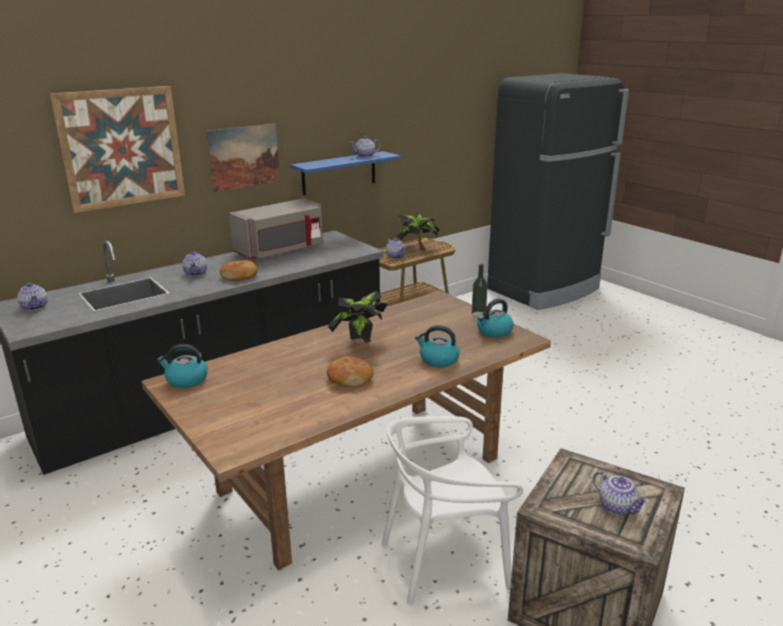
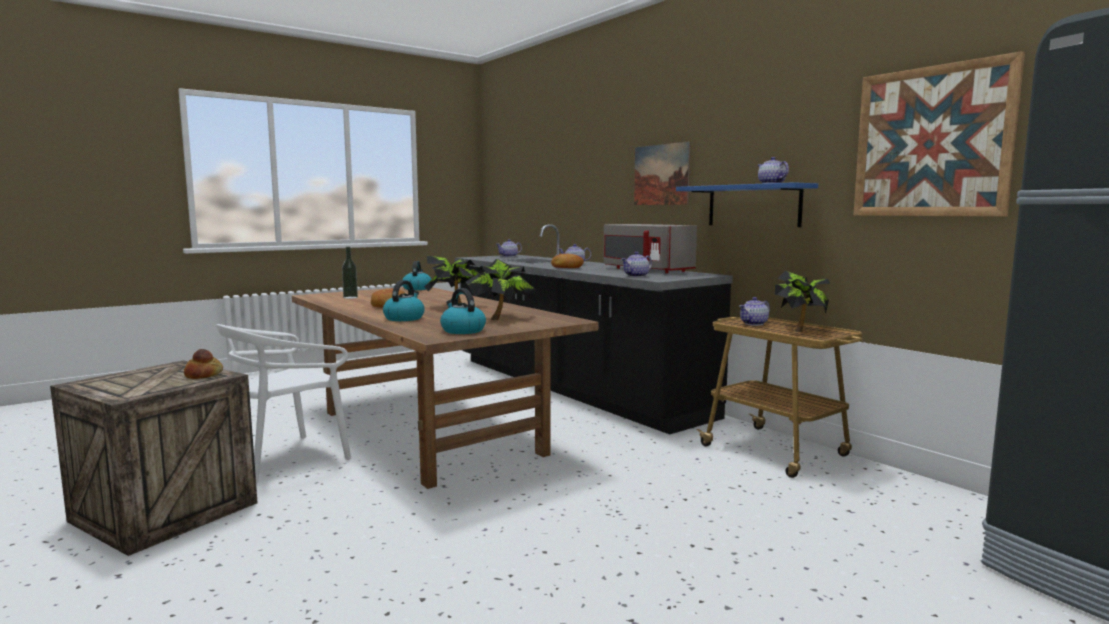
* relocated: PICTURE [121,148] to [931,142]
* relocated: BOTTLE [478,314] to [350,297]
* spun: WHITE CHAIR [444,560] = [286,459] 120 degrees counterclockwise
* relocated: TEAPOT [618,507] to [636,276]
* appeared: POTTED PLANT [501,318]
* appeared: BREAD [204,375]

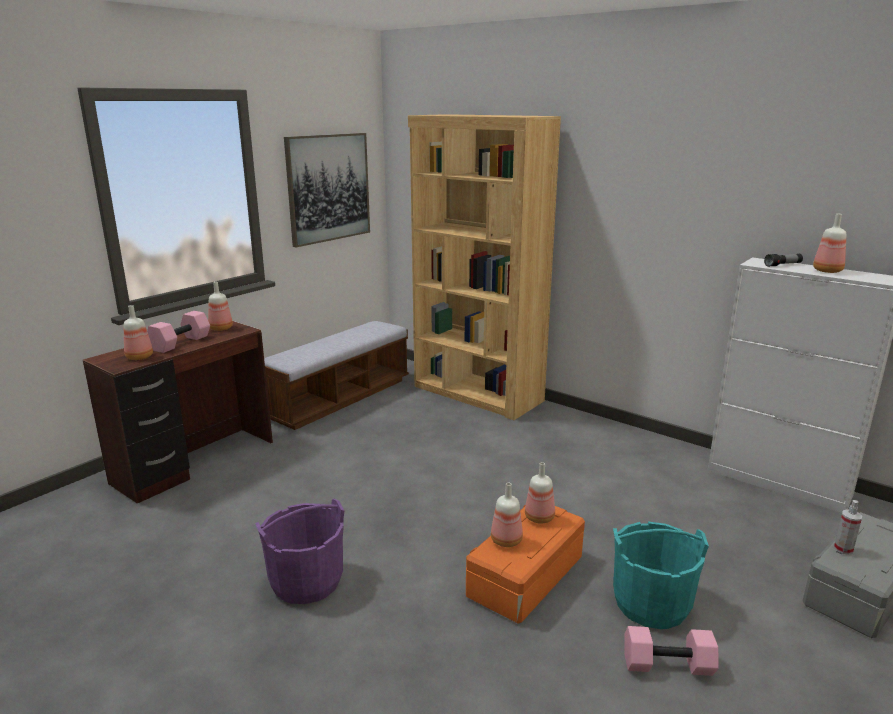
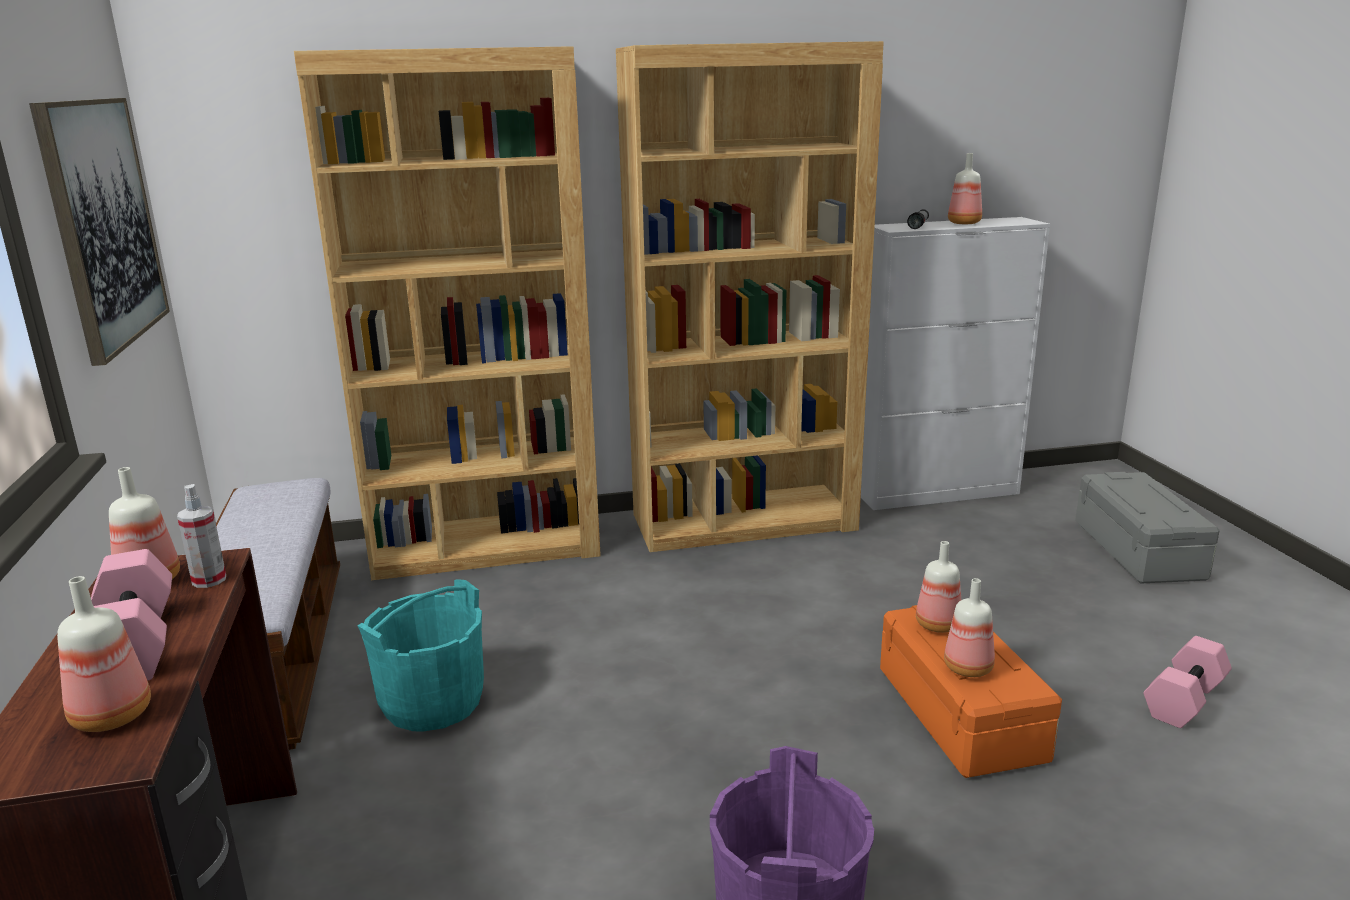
* relocated: SPRAY BOTTLE [843,549] to [209,580]
* relocated: TURQUOISE BUCKET [651,603] to [432,702]
* appeared: BROWN BOOKCASE [744,522]

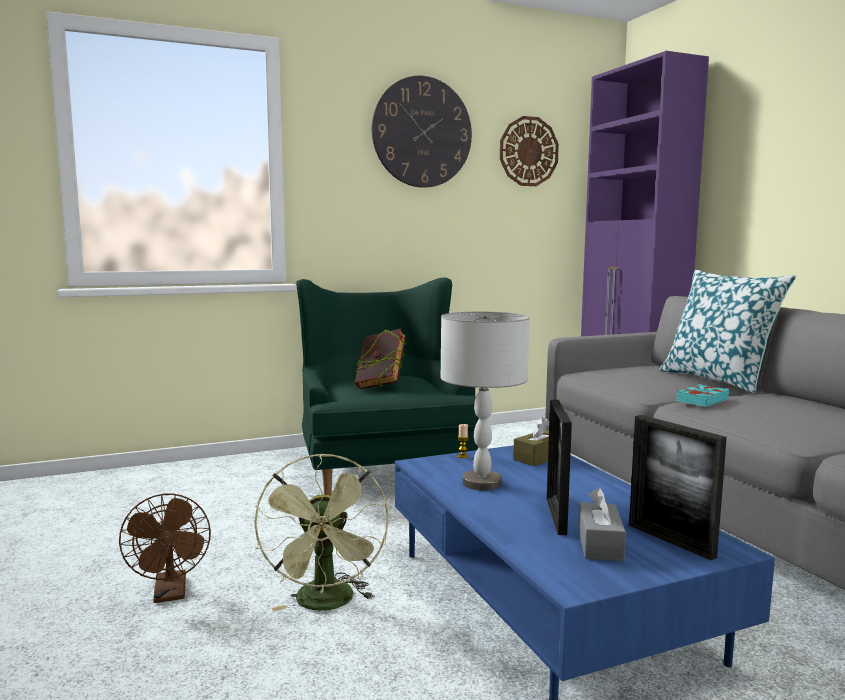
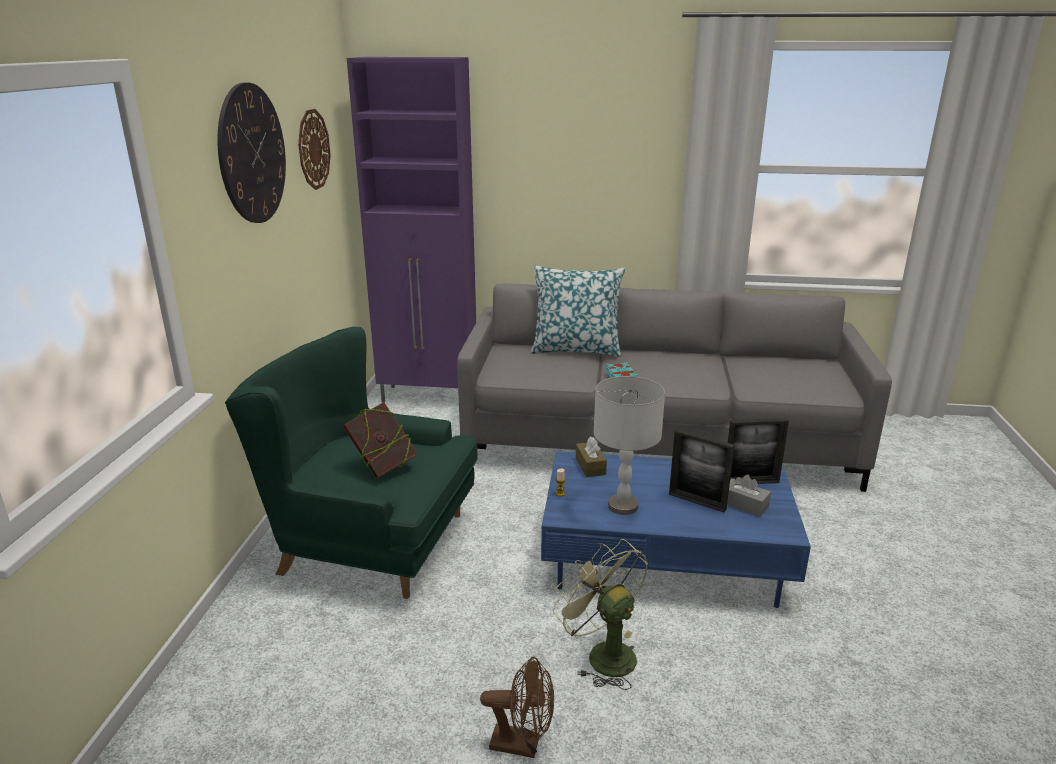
* spun: GREEN FAN [327,604] = [603,654] 150 degrees counterclockwise

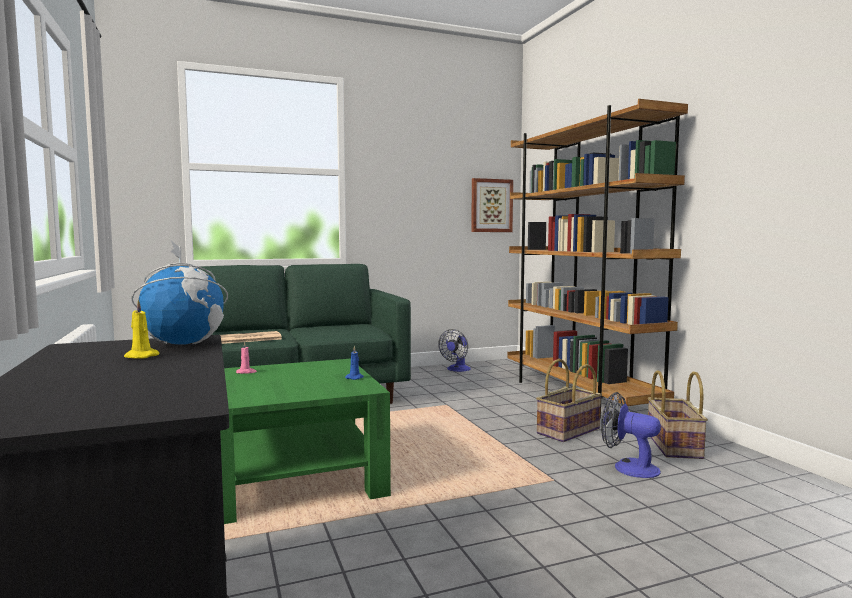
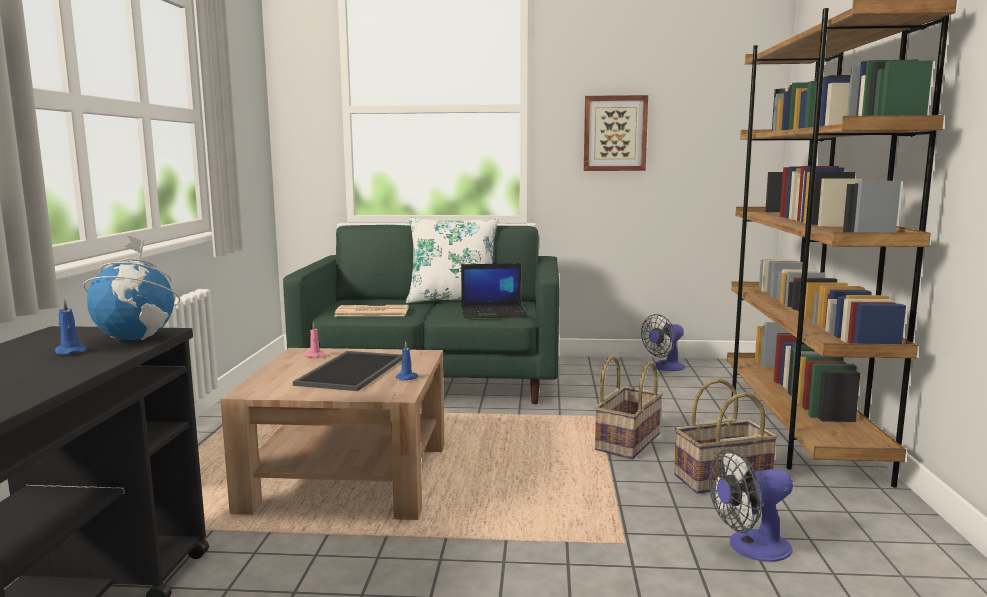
* relocated: PICTURE [491,205] to [615,133]
* colour: YELLOW CANDLE [140,356] to BLUE CANDLE [70,351]
* colour: GREEN COFFEE TABLE [293,477] to BROWN COFFEE TABLE [348,477]
* relocated: BASKET [672,445] to [626,442]
* spun: FAN [628,467] = [750,547] 75 degrees counterclockwise
* appeared: WHITE PILLOW [453,300]
* appeared: LAPTOP [494,313]
* appeared: TRAY [350,370]

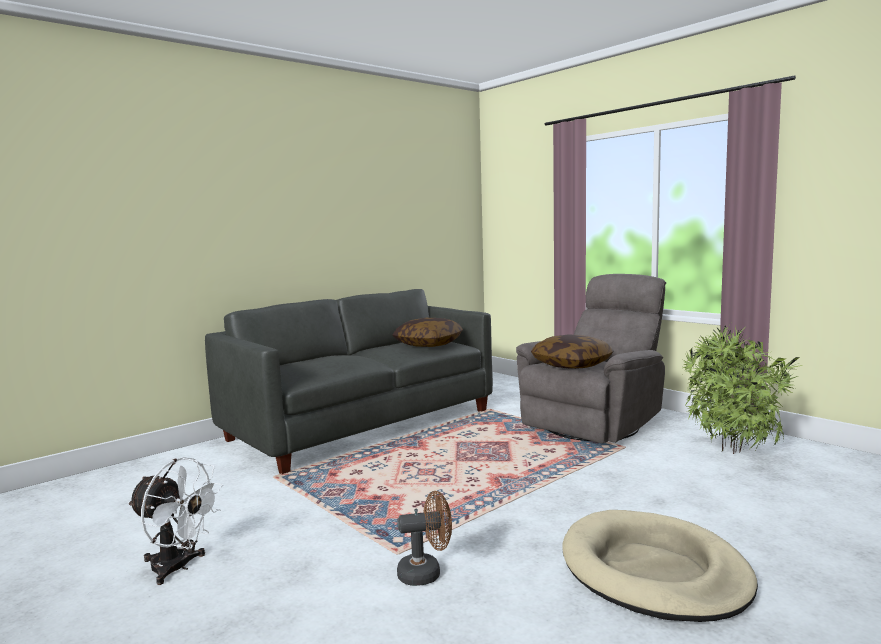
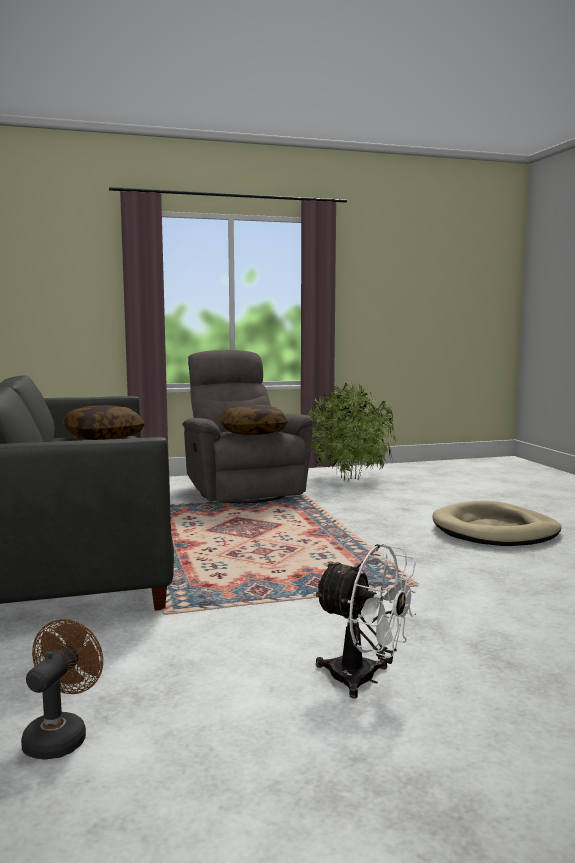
* spun: WHITE FAN [178,568] = [364,680] 75 degrees clockwise
* relocated: BROWN FAN [426,573] to [60,736]

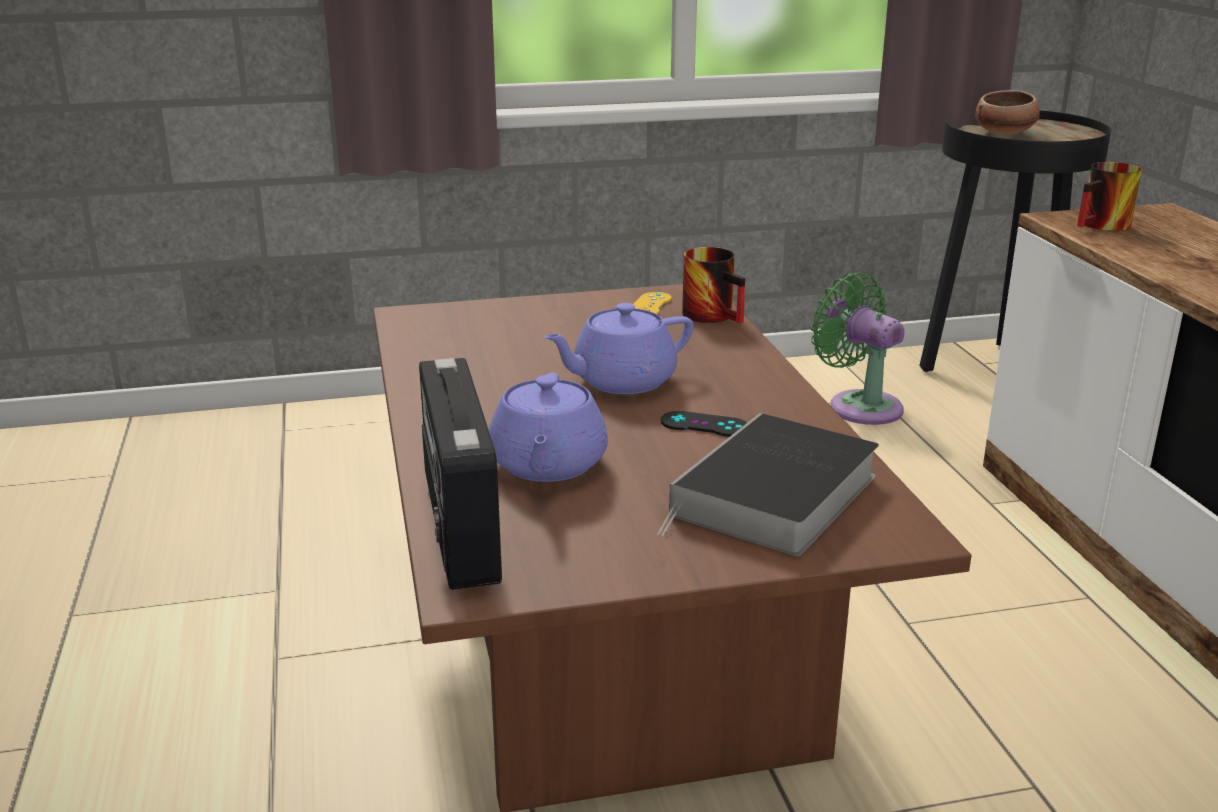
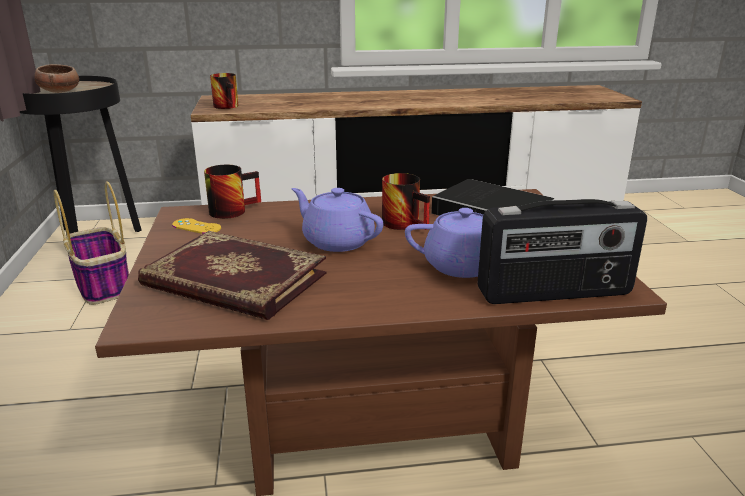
* exchanged: GREEN FAN [859,406] to BASKET [103,285]
* spun: PURPLE TEAPOT [621,381] = [337,241] 150 degrees clockwise
* exchanged: BLACK GAME CONTROLLER [704,425] to MUG [407,223]
* appeared: BOOK [233,281]

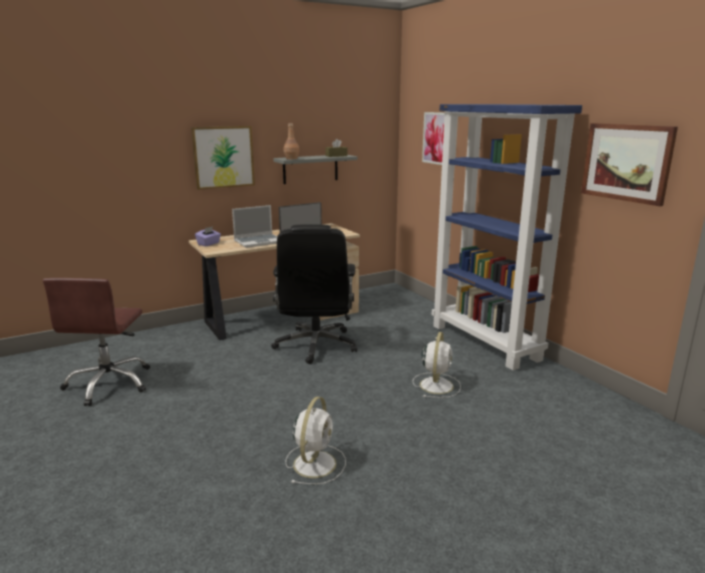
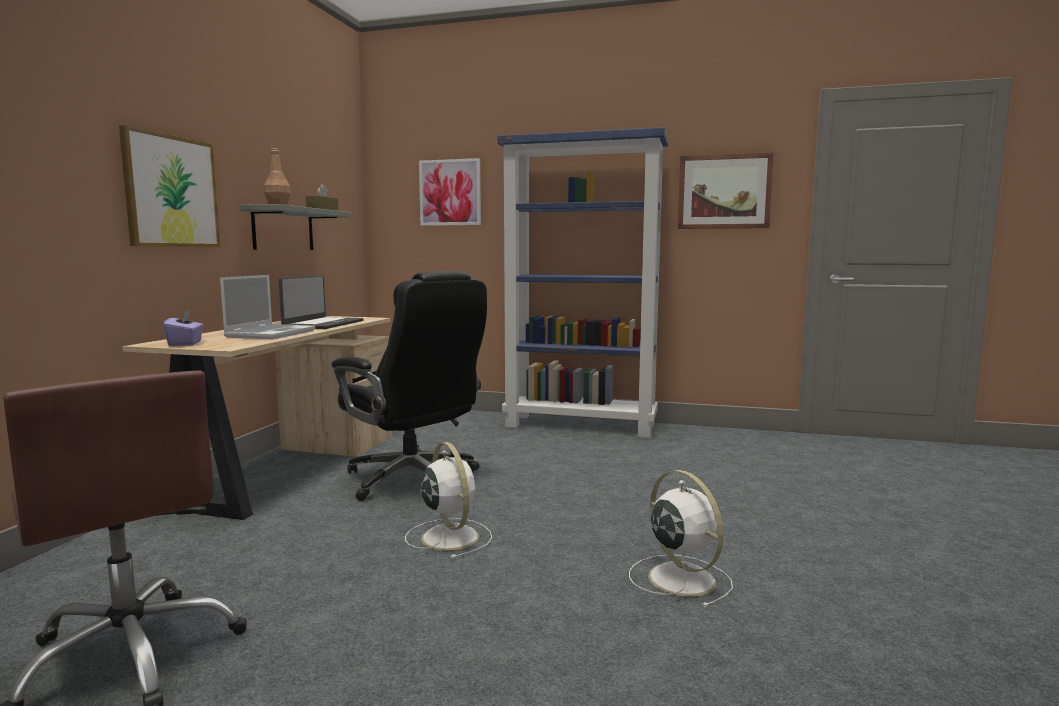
* relocated: WHITE FAN [436,385] to [449,536]

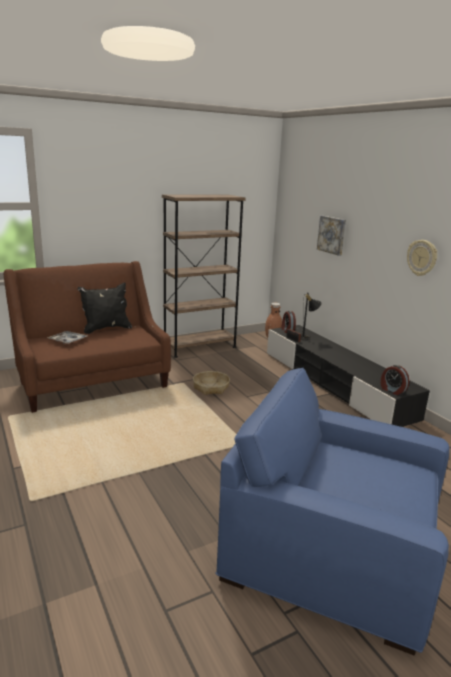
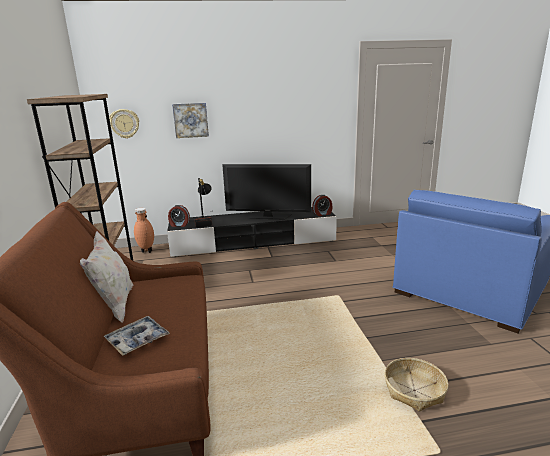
* relocated: WALL CLOCK [422,258] to [124,123]
* colour: BLACK PILLOW [106,329] to WHITE PILLOW [114,306]
* relocated: BASKET [211,387] to [414,390]
* appeared: TELEVISION [268,216]

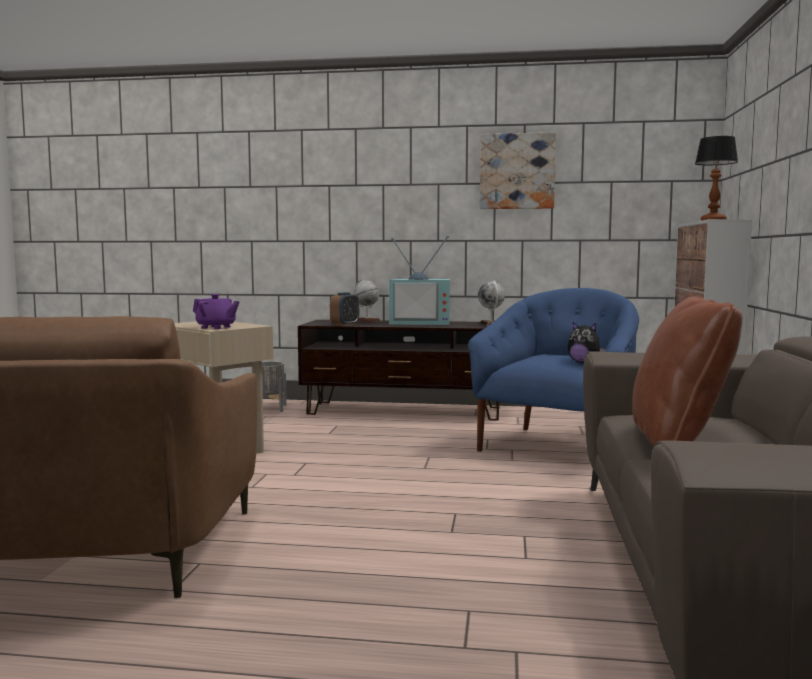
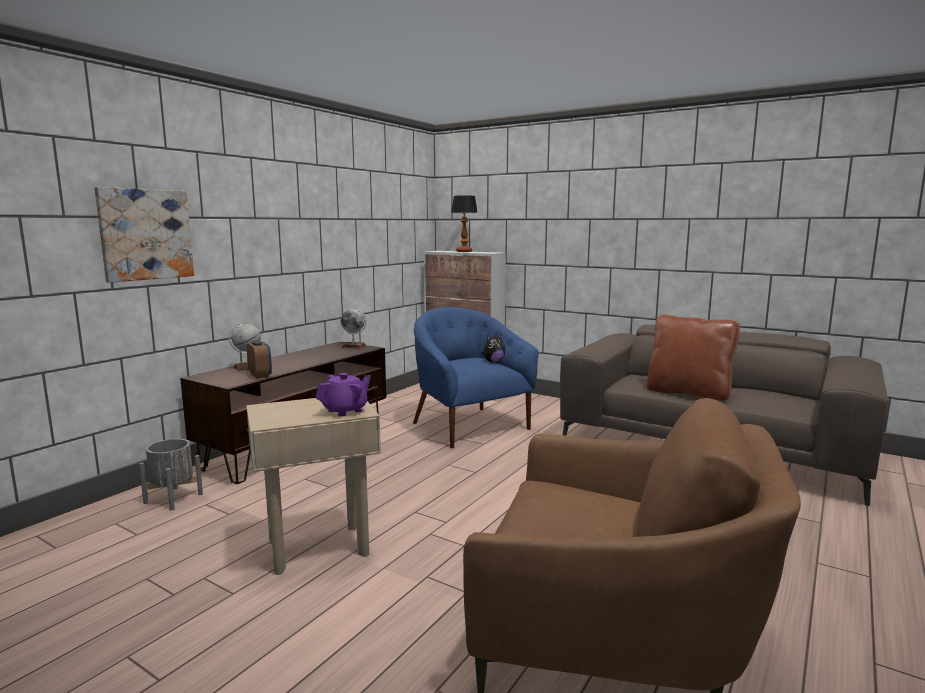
* relocated: PICTURE [517,171] to [145,234]
* missing: TELEVISION [420,323]

